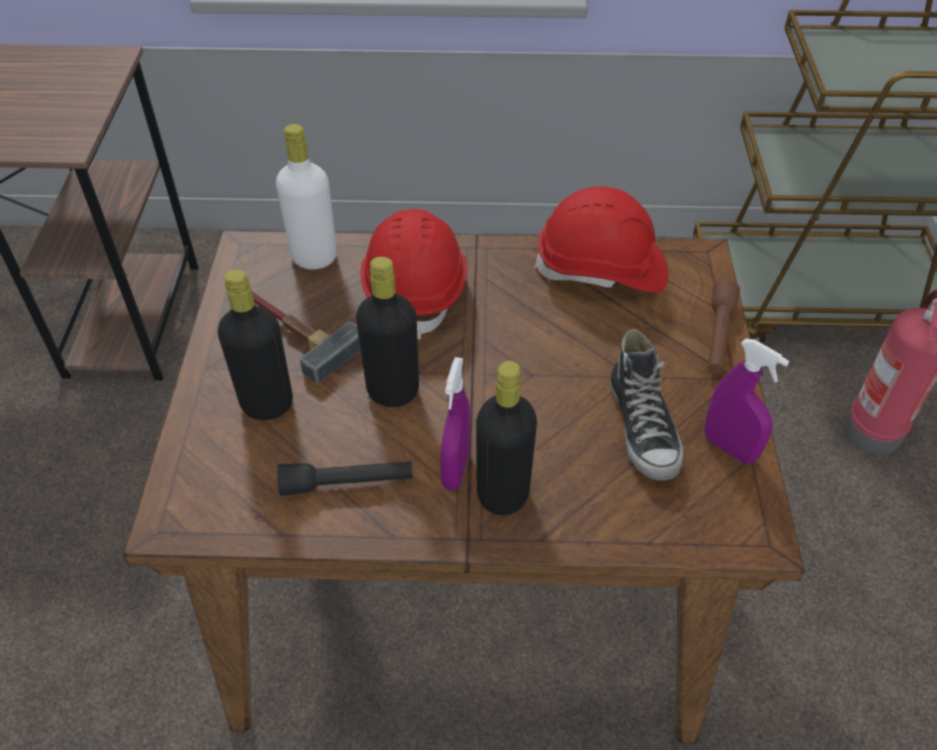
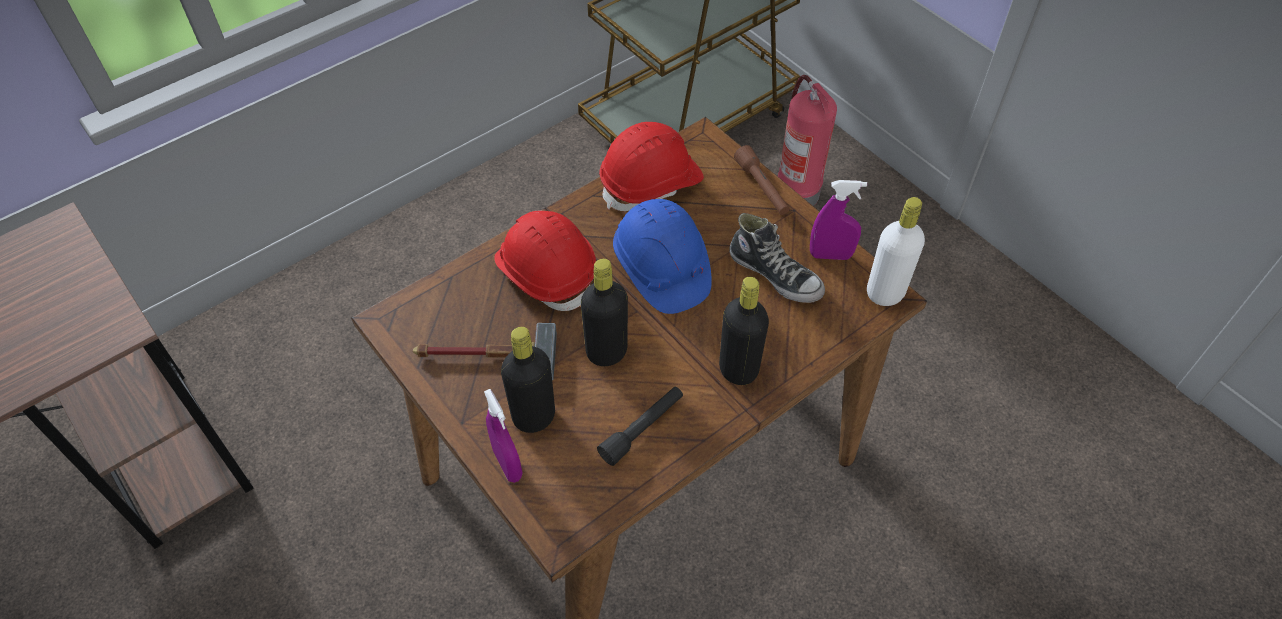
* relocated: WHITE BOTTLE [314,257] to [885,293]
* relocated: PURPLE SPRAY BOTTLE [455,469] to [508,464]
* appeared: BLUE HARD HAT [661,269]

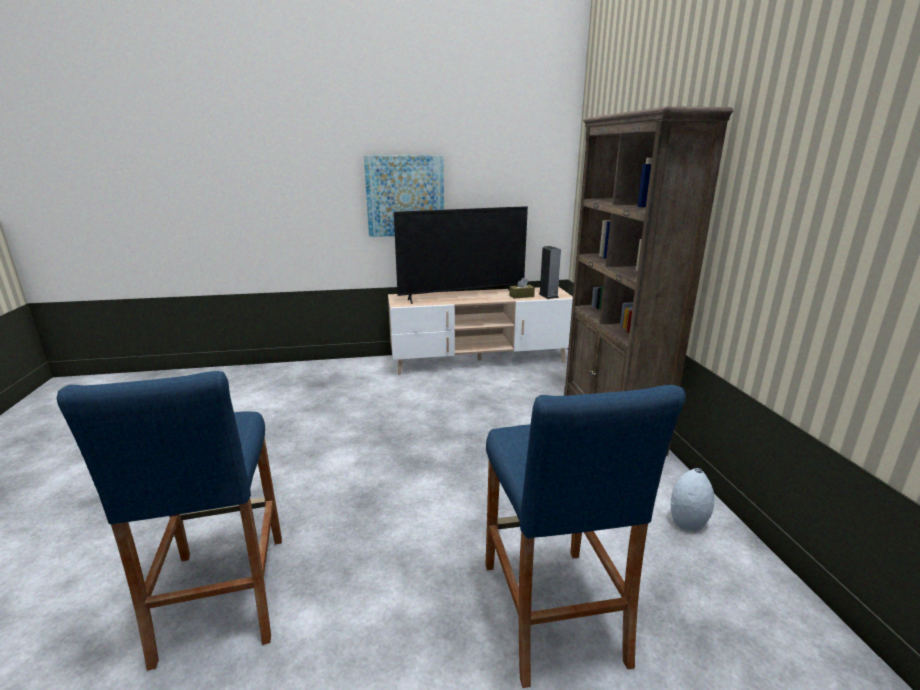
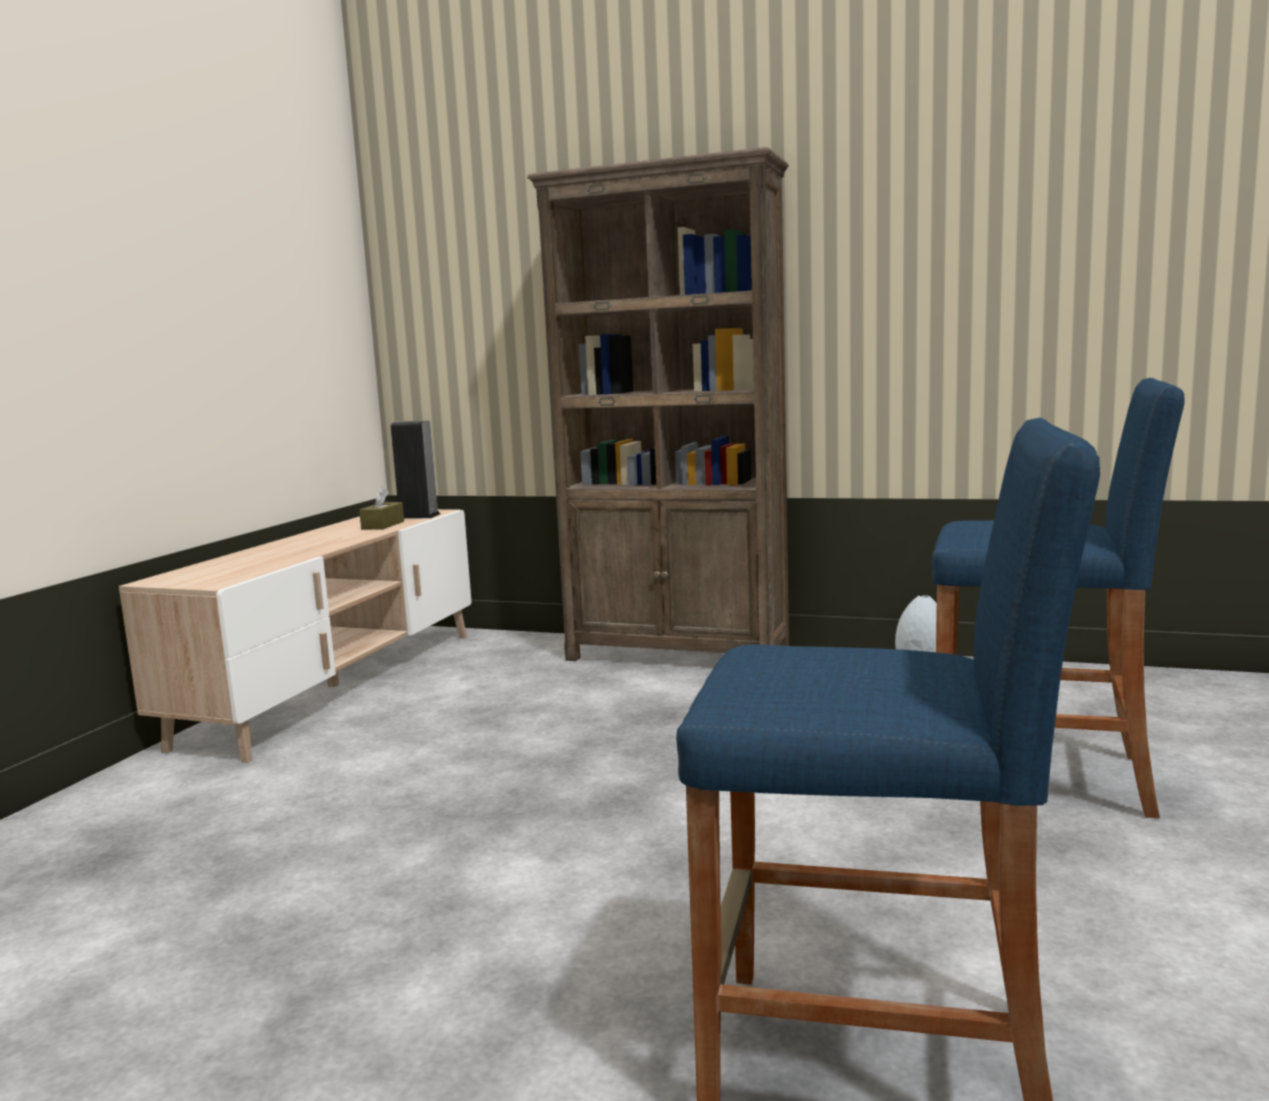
* missing: PICTURE [405,196]
* missing: TELEVISION [462,296]

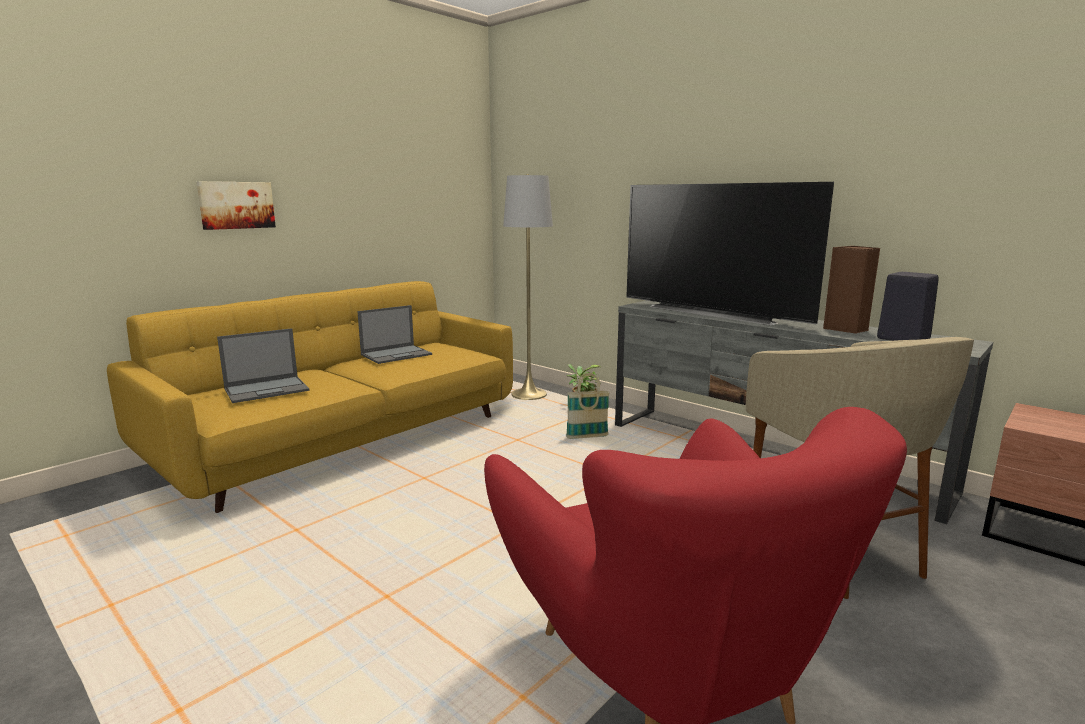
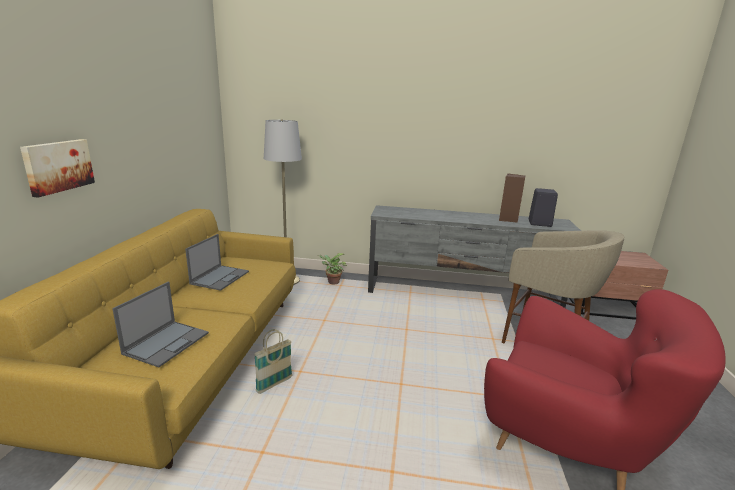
* missing: TELEVISION [714,313]
* relocated: BASKET [587,437] to [274,384]

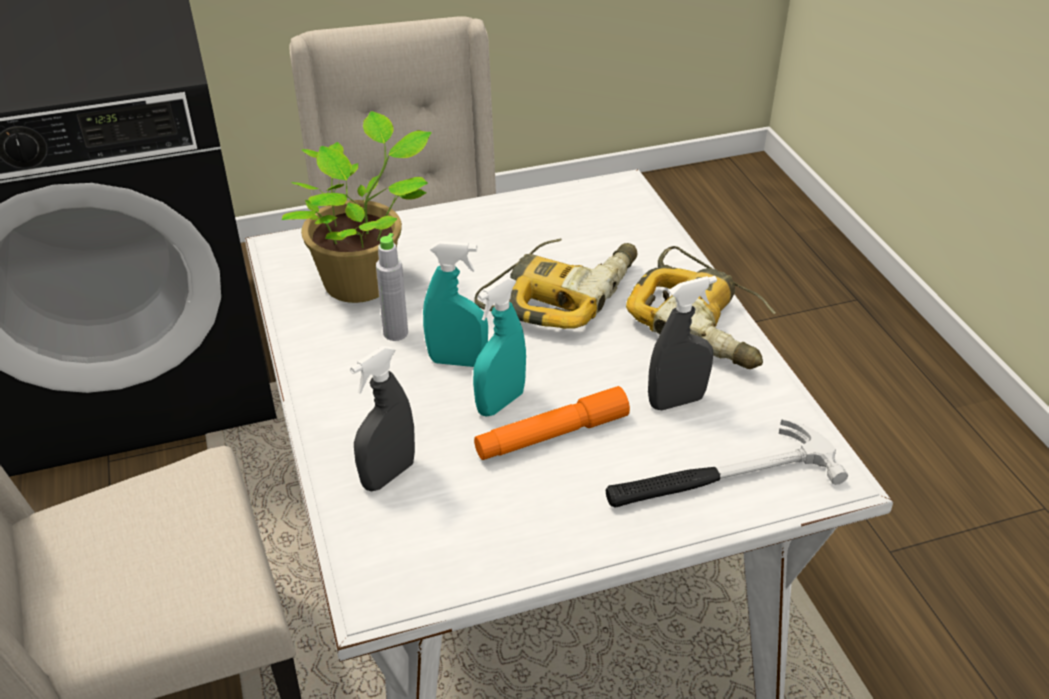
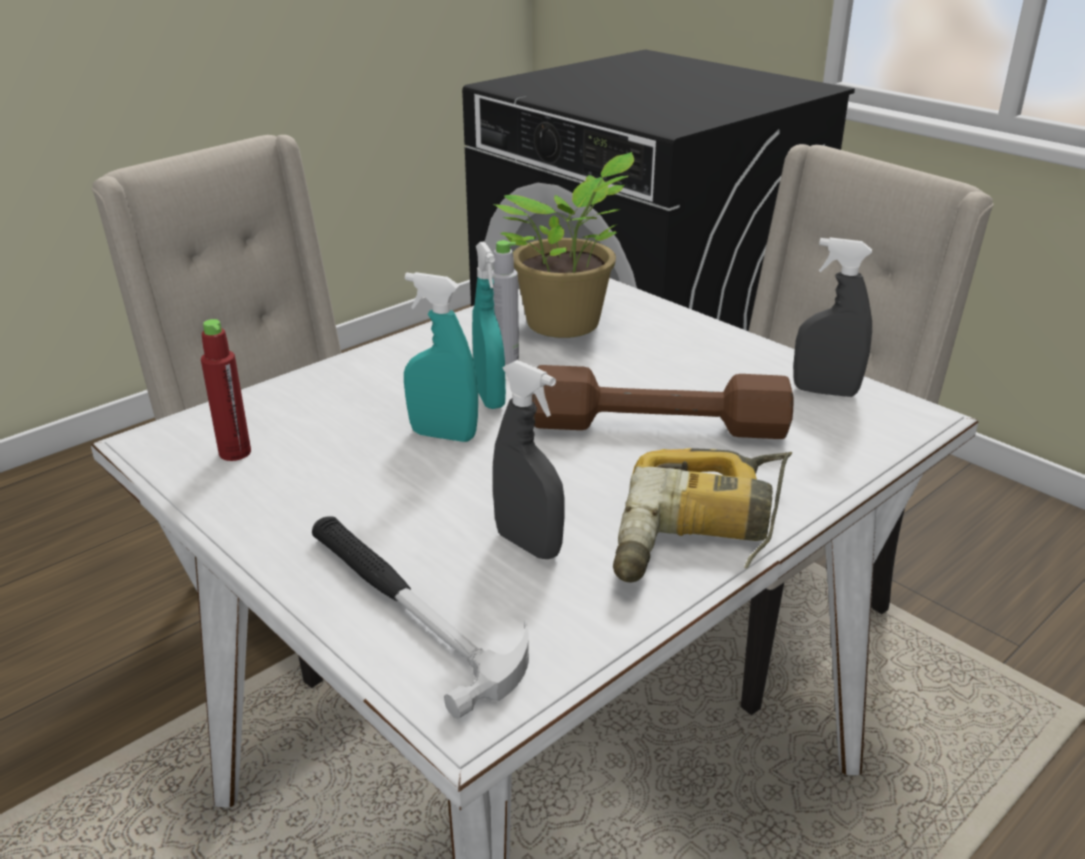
* exchanged: POWER DRILL [561,292] to BROWN DUMBBELL [658,425]
* relocated: GREY SPRAY BOTTLE [388,475] to [825,391]
* missing: ORANGE FLASHLIGHT [552,435]
* appeared: RED BOTTLE [235,453]

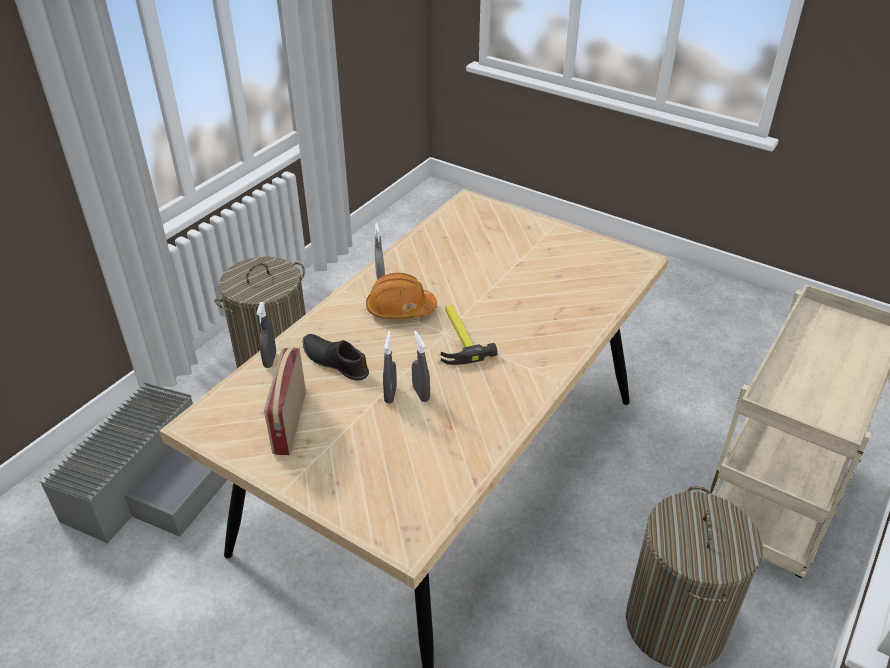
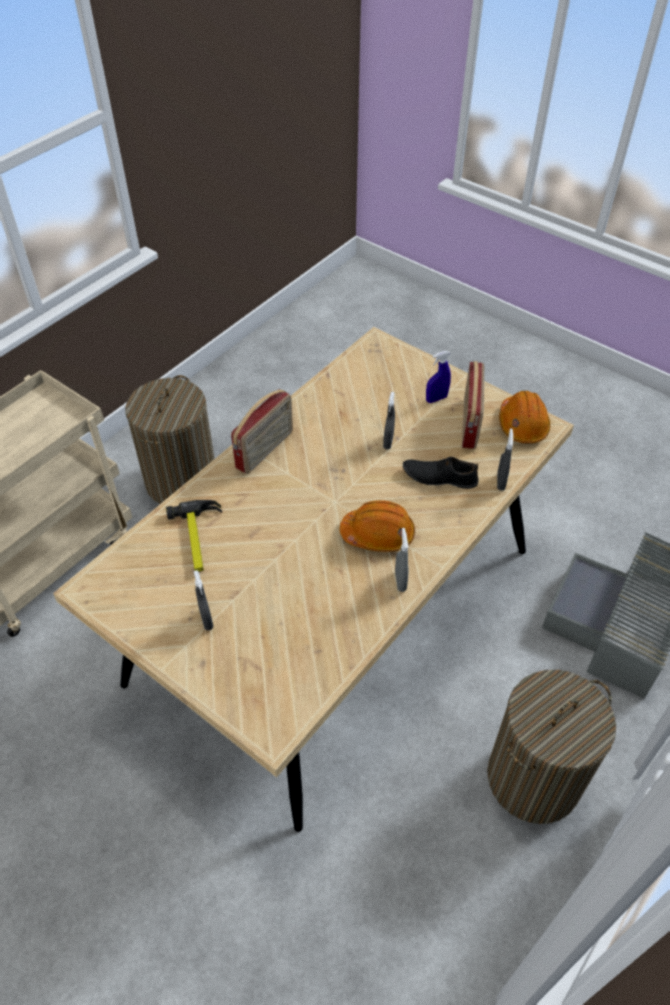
* relocated: HAMMER [457,337] to [198,539]
* relocated: GREY SPRAY BOTTLE [421,394] to [206,619]
* spun: BLACK SHOE [335,361] = [439,477] 150 degrees clockwise
* appeared: BLUE SPRAY BOTTLE [436,399]
* appeared: RADIO [265,450]
* appeared: ORANGE HARD HAT [522,425]

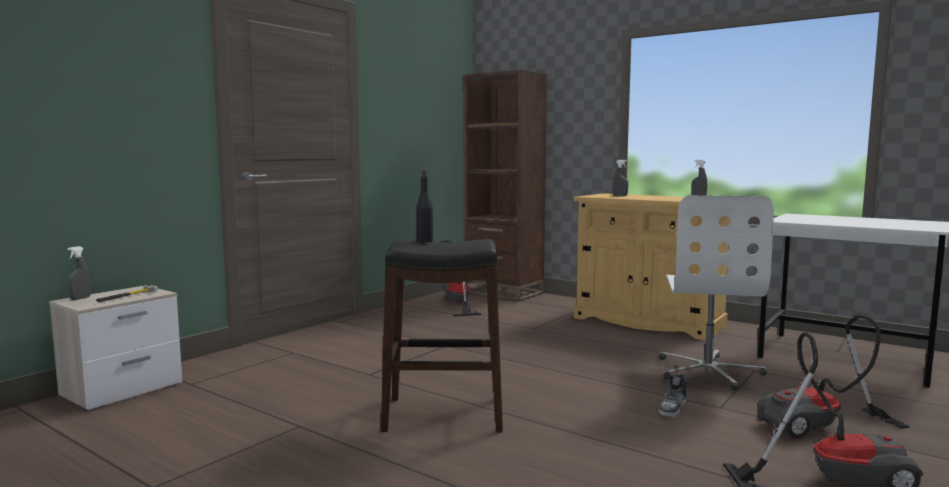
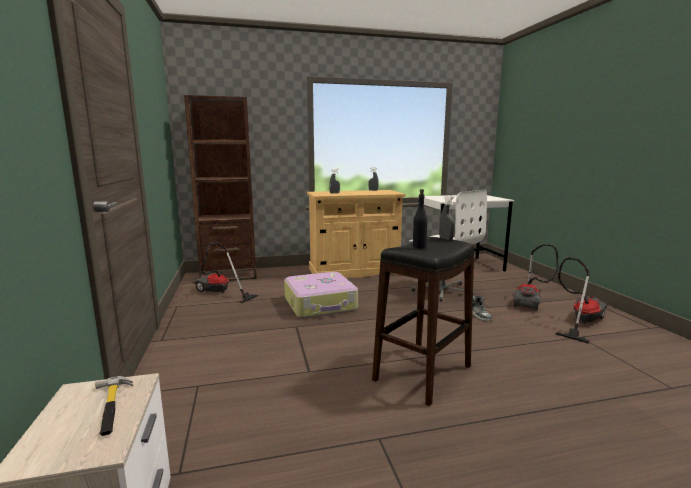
* relocated: GREY SPRAY BOTTLE [80,298] to [446,238]
* appeared: SUITCASE [321,304]

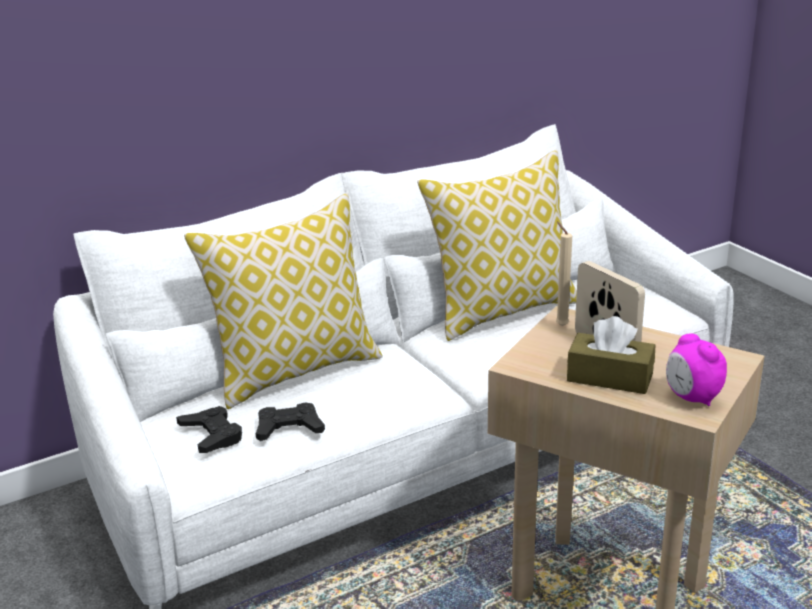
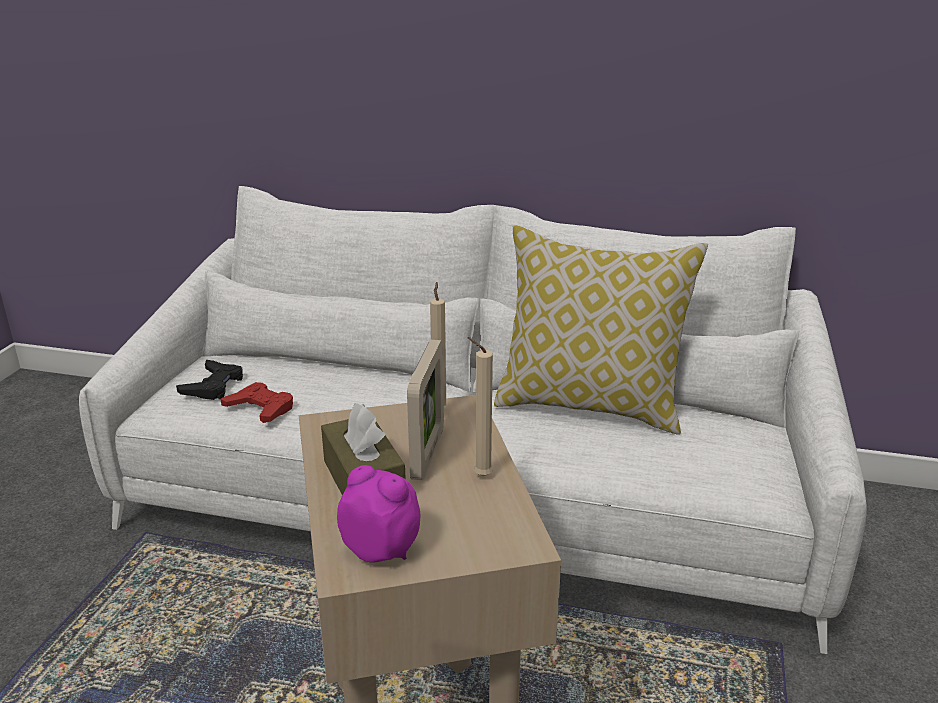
* missing: PILLOW [295,370]
* spun: ALARM CLOCK [692,398] = [381,549] 105 degrees clockwise
* colour: BLACK GAME CONTROLLER [289,428] to RED GAME CONTROLLER [260,408]
* appeared: BEIGE CANDLE [480,475]

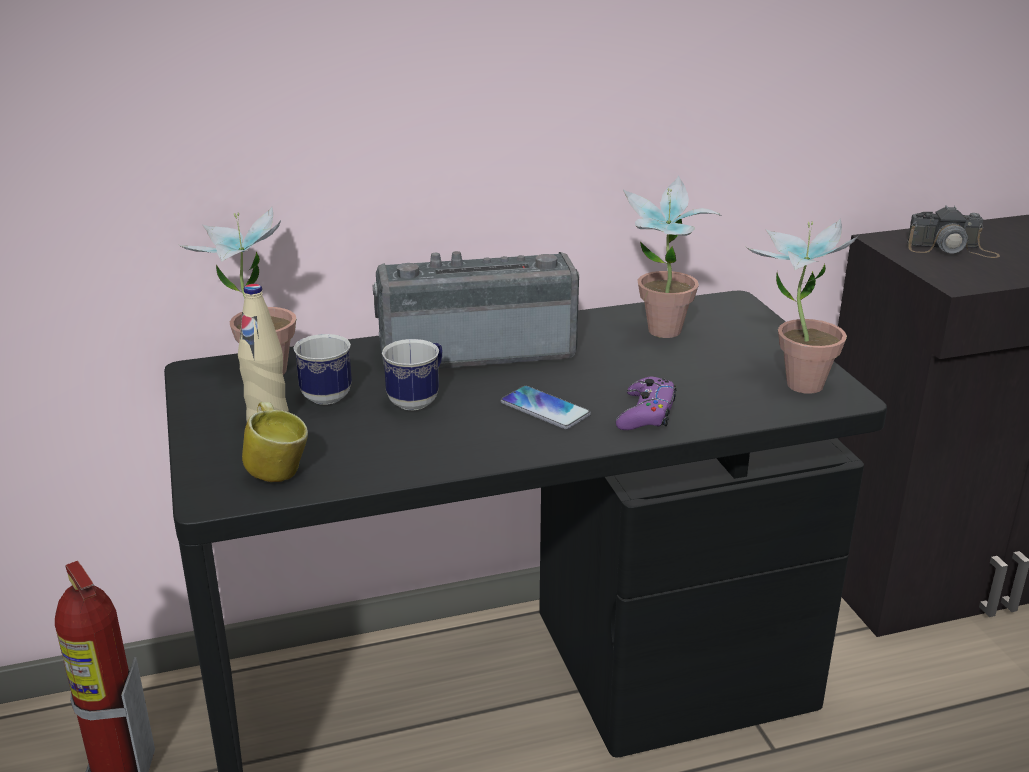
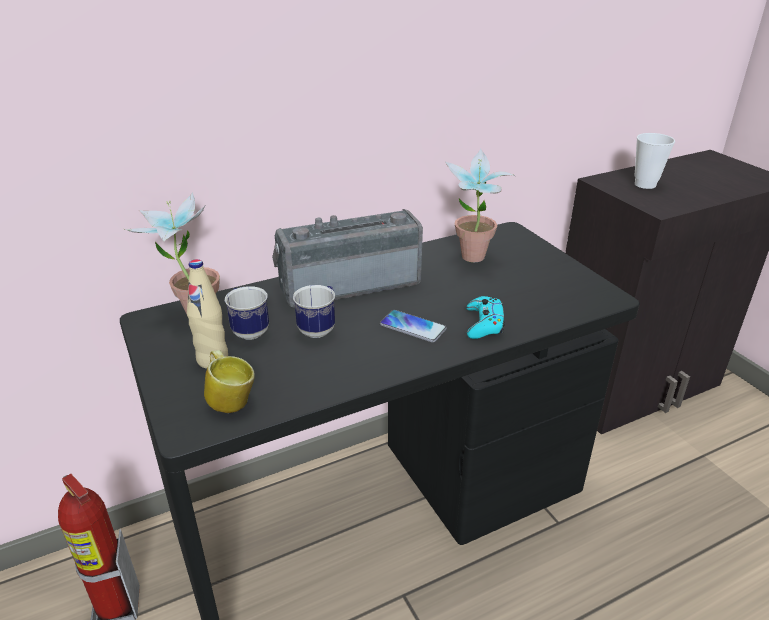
* exchanged: PHOTO CAMERA [951,249] to CUP [645,184]
* missing: POTTED PLANT [792,380]
* colour: PURPLE GAME CONTROLLER [646,414] to TURQUOISE GAME CONTROLLER [484,324]

